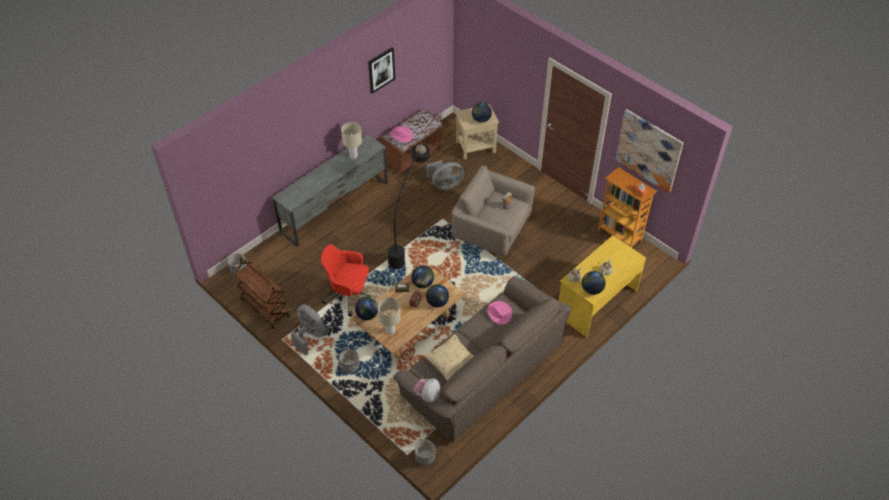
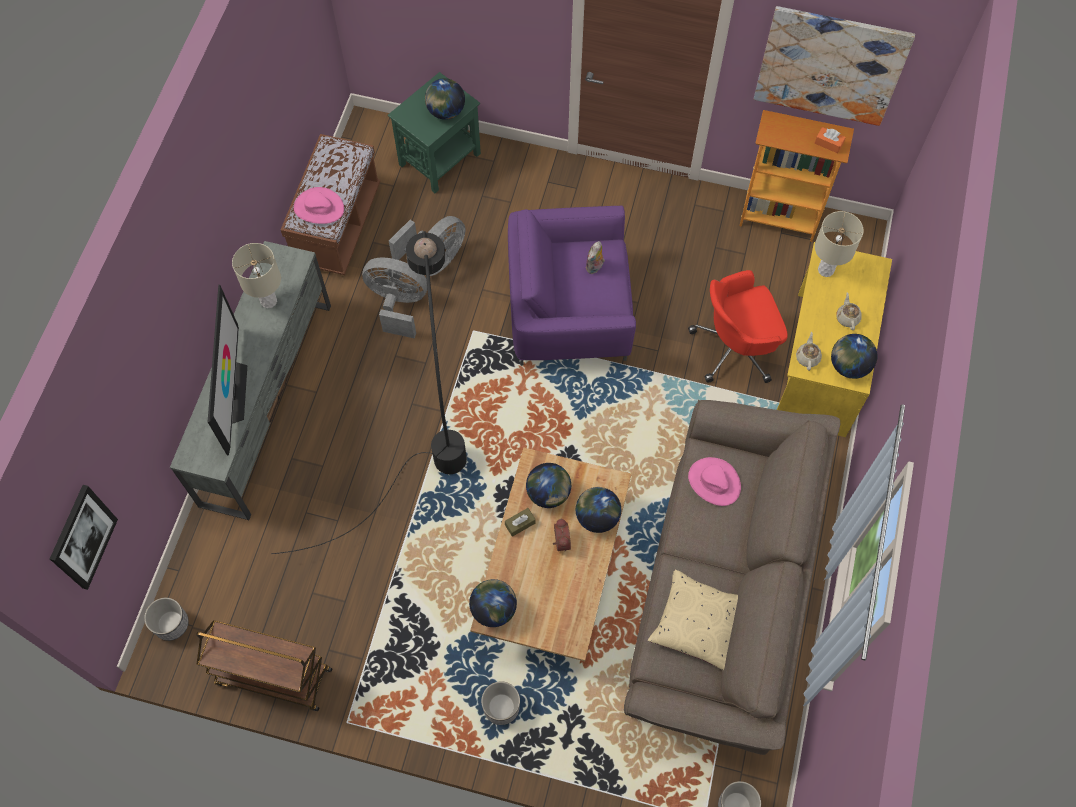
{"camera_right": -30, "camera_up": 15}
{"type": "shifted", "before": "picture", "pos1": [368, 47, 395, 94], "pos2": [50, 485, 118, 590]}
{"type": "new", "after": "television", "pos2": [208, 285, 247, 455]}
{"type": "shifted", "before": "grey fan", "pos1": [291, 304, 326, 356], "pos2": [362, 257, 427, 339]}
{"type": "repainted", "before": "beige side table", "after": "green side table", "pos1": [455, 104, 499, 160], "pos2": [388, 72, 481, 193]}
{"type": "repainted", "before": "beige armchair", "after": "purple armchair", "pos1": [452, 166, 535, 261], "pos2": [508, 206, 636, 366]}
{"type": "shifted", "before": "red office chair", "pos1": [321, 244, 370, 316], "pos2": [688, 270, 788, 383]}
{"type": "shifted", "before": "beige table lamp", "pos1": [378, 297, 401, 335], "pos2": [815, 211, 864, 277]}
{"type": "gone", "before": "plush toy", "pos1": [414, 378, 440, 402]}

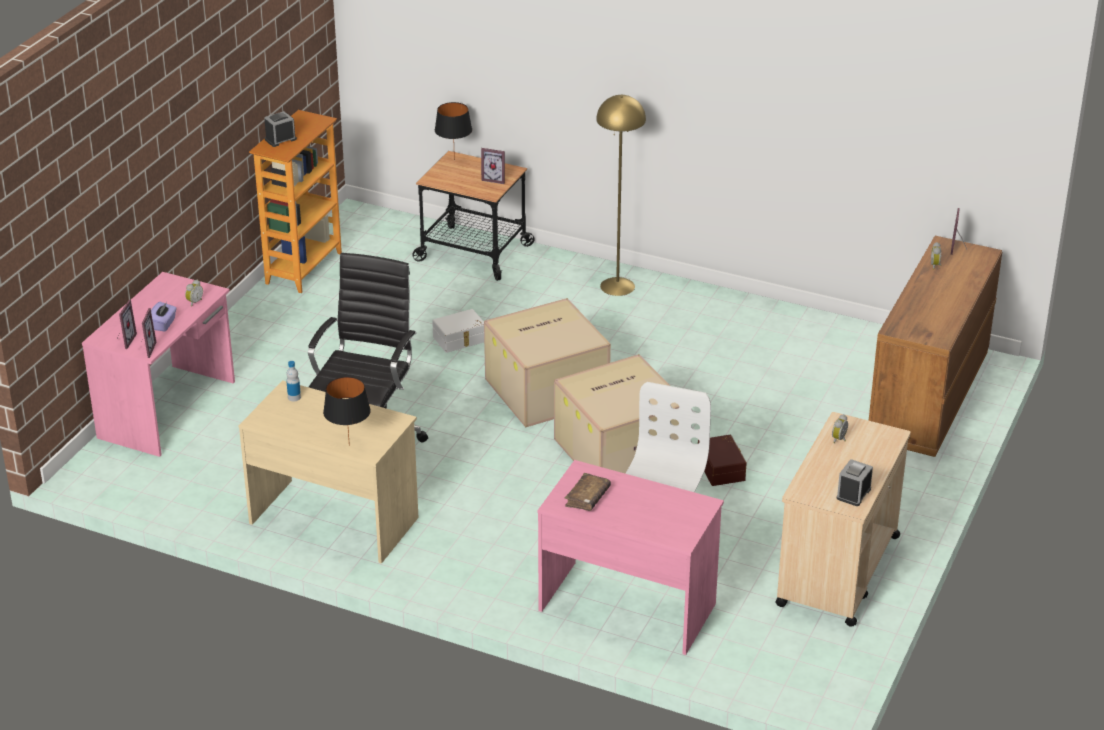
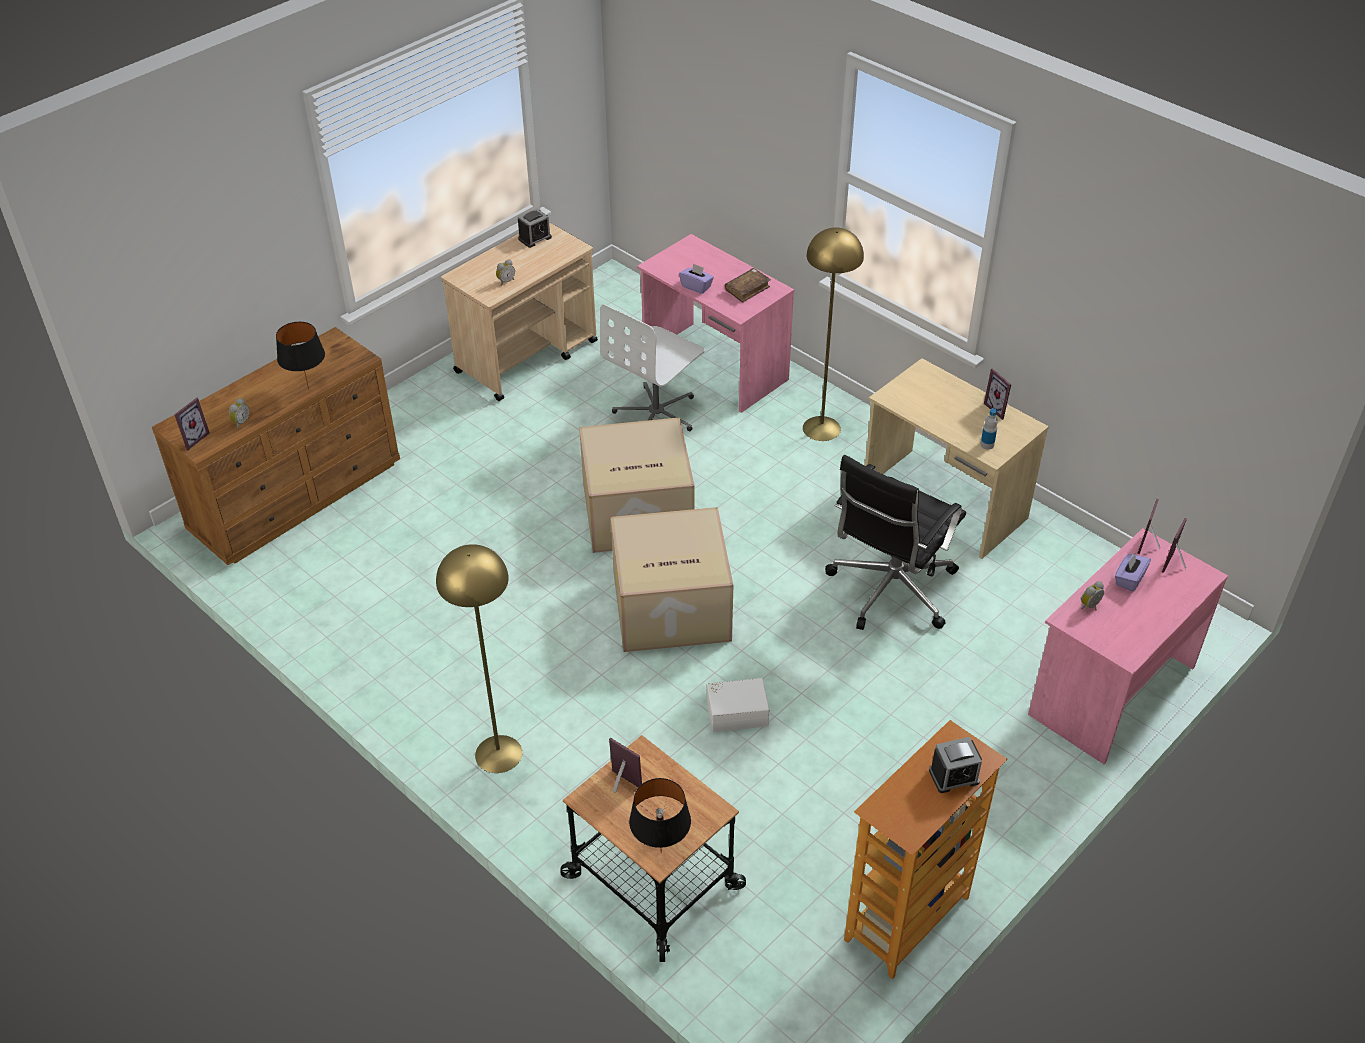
{"camera_right": -160, "camera_up": 10}
{"type": "shifted", "before": "black table lamp", "pos1": [323, 377, 371, 446], "pos2": [276, 322, 325, 389]}
{"type": "new", "after": "purple tissue box", "pos2": [679, 263, 714, 294]}
{"type": "new", "after": "yellow floor lamp", "pos2": [803, 227, 864, 441]}
{"type": "new", "after": "picture frame", "pos2": [984, 368, 1011, 420]}
{"type": "gone", "before": "brown storage box", "pos1": [698, 435, 747, 486]}

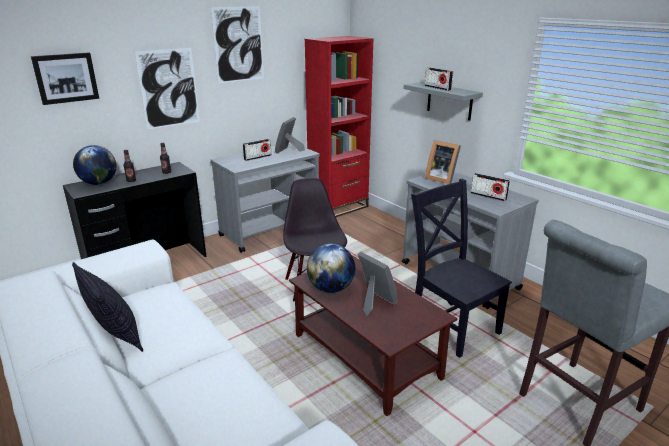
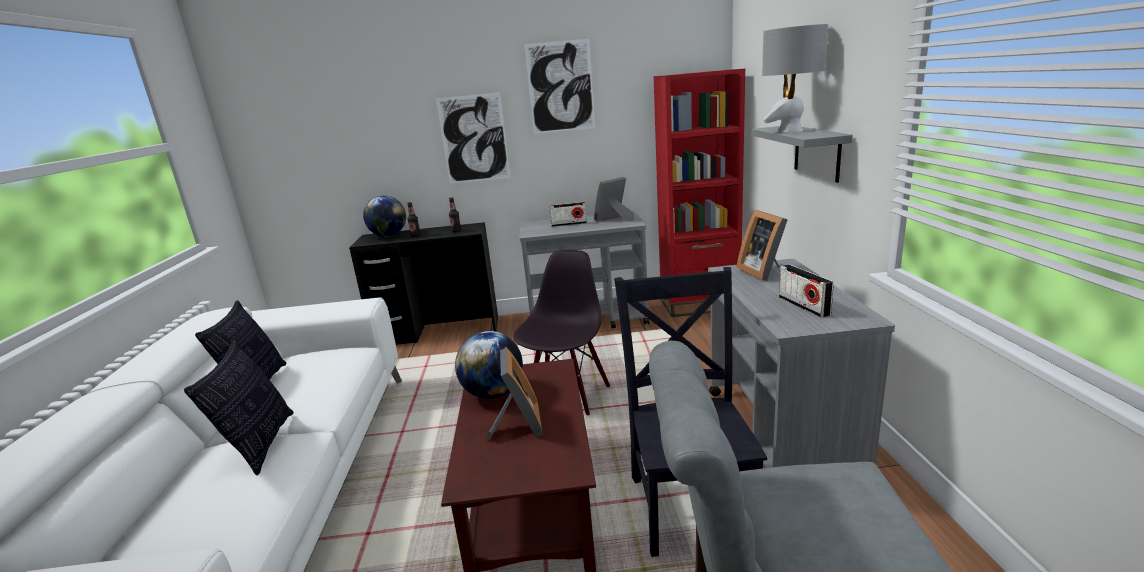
{"camera_right": 35, "camera_up": -5}
{"type": "new", "after": "pillow", "pos2": [184, 340, 294, 475]}
{"type": "swapped", "before": "radio", "after": "grey table lamp", "pos1": [425, 67, 453, 91], "pos2": [762, 24, 828, 132]}
{"type": "gone", "before": "picture", "pos1": [31, 53, 99, 105]}

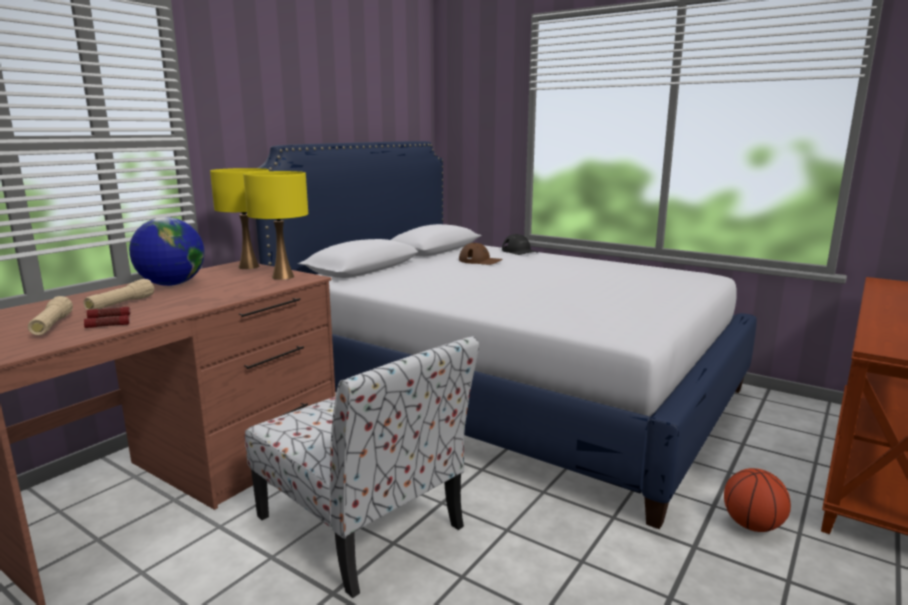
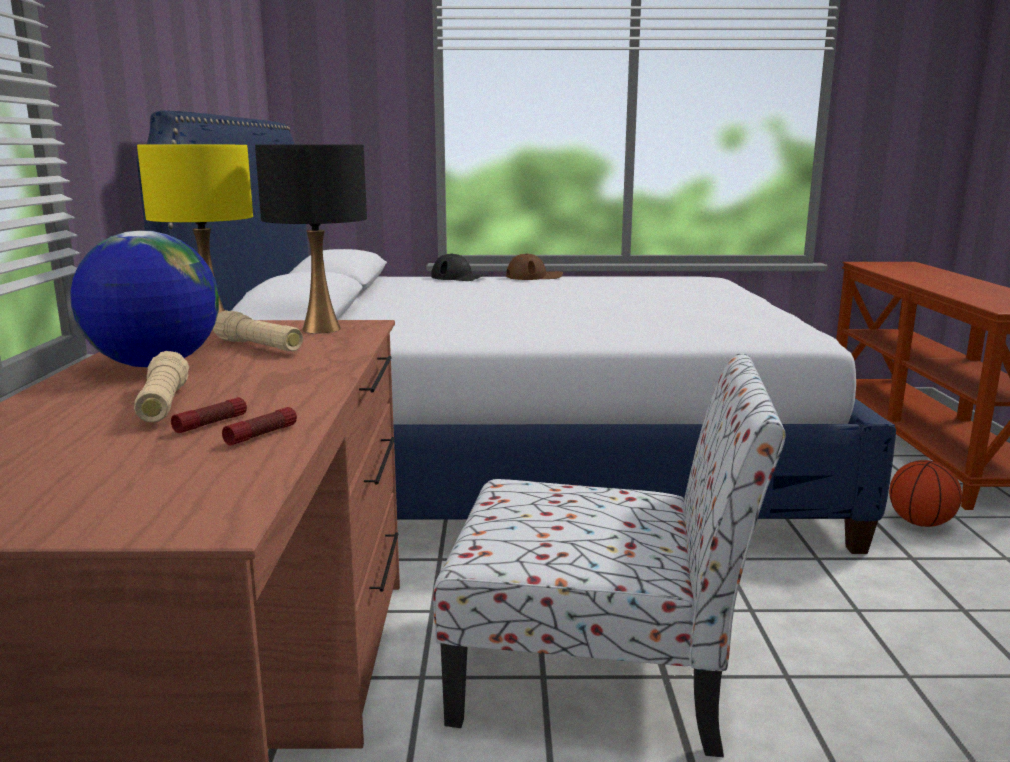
{"camera_right": -35, "camera_up": 0}
{"type": "shifted", "before": "beige flashlight", "pos1": [28, 296, 73, 335], "pos2": [213, 310, 303, 351]}
{"type": "repainted", "before": "yellow table lamp", "after": "black table lamp", "pos1": [243, 171, 308, 280], "pos2": [255, 144, 367, 333]}
{"type": "shifted", "before": "brown cap", "pos1": [459, 243, 502, 265], "pos2": [506, 253, 563, 280]}

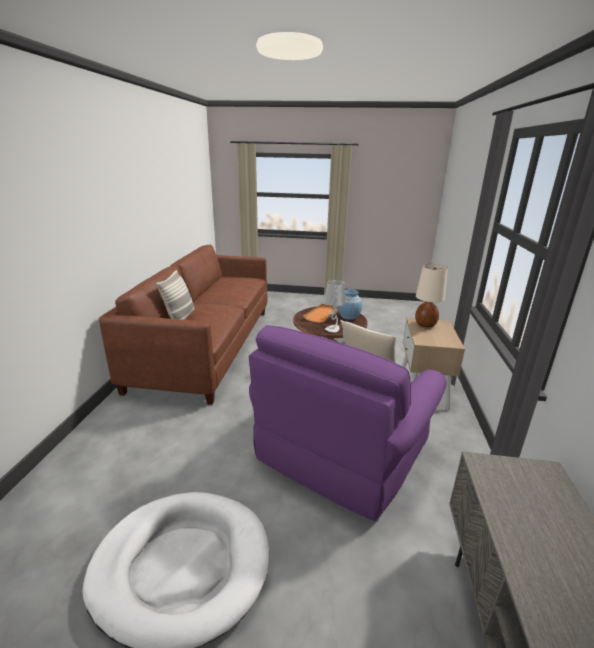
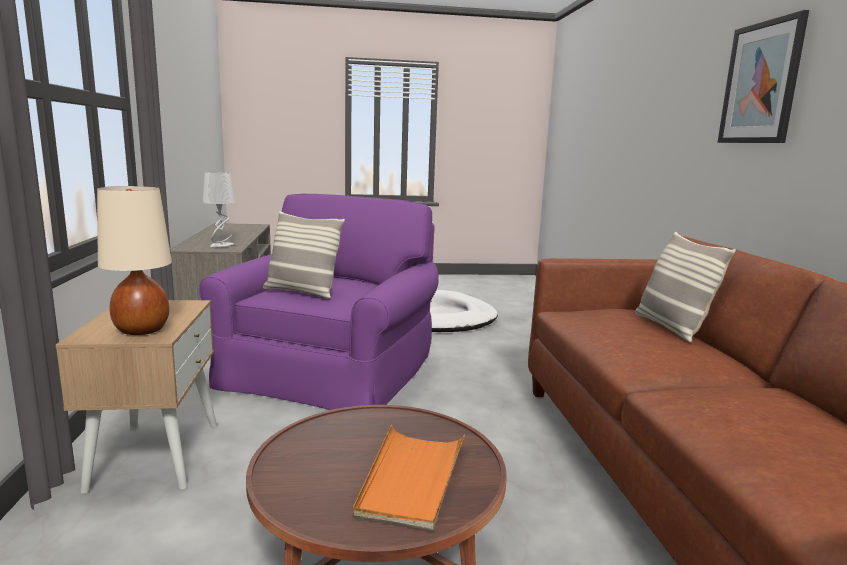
{"camera_right": 165, "camera_up": -10}
{"type": "shifted", "before": "grey table lamp", "pos1": [324, 280, 346, 333], "pos2": [203, 172, 235, 247]}
{"type": "new", "after": "picture", "pos2": [718, 10, 809, 143]}
{"type": "gone", "before": "blue vase", "pos1": [338, 289, 362, 320]}

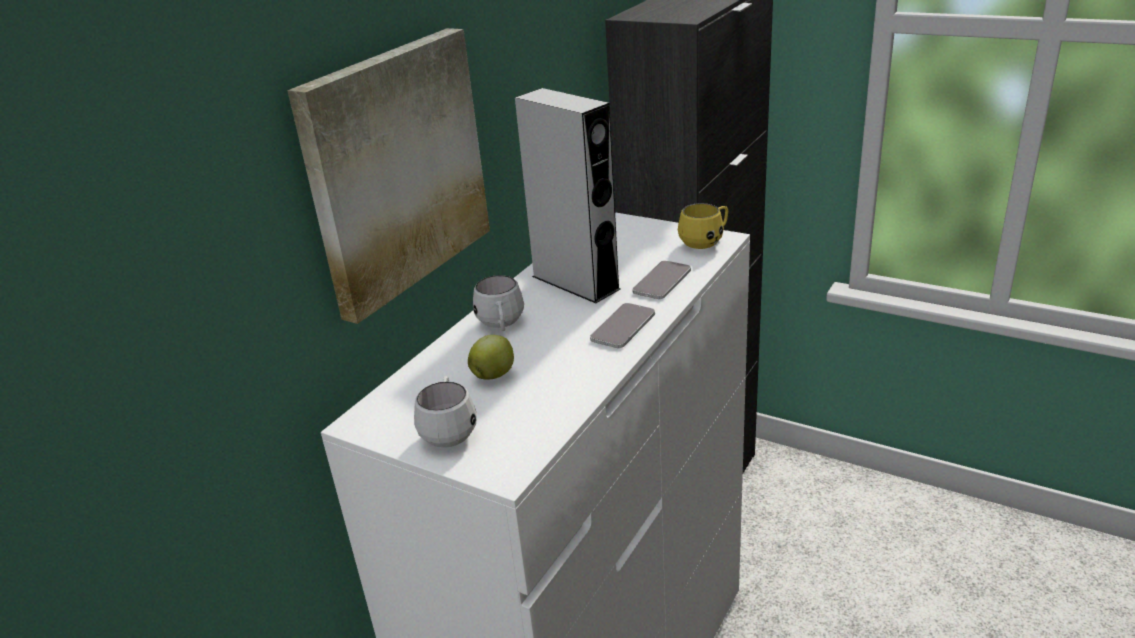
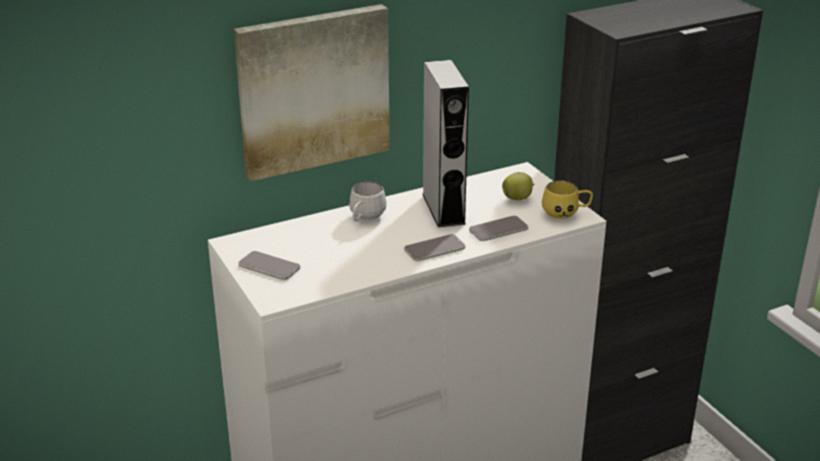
{"camera_right": 30, "camera_up": 0}
{"type": "swapped", "before": "white mug", "after": "phone", "pos1": [414, 376, 477, 448], "pos2": [238, 251, 300, 280]}
{"type": "shifted", "before": "apple", "pos1": [468, 335, 514, 380], "pos2": [502, 172, 535, 200]}

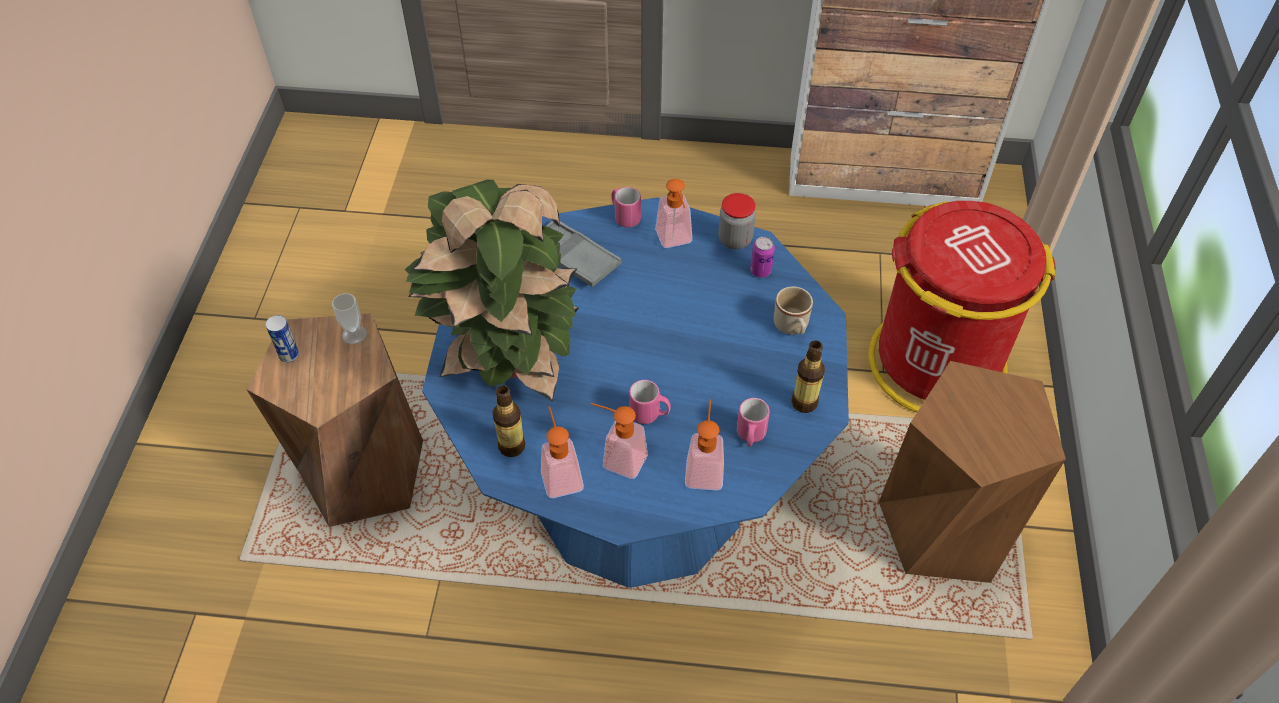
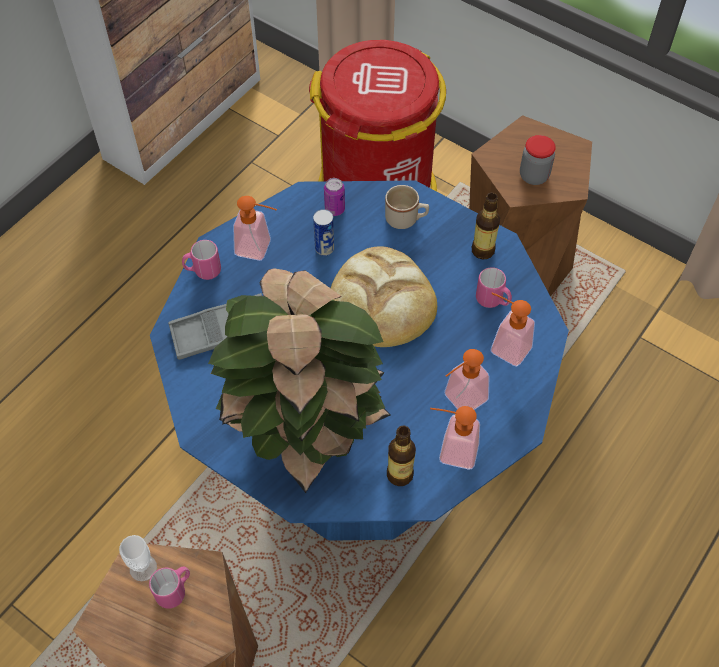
{"camera_right": -60, "camera_up": 5}
{"type": "shifted", "before": "pink mug", "pos1": [629, 380, 671, 424], "pos2": [149, 567, 190, 609]}
{"type": "shifted", "before": "can", "pos1": [266, 315, 299, 363], "pos2": [313, 209, 334, 256]}
{"type": "new", "after": "bread", "pos2": [331, 246, 437, 347]}
{"type": "shifted", "before": "jar", "pos1": [718, 193, 756, 249], "pos2": [520, 135, 556, 185]}

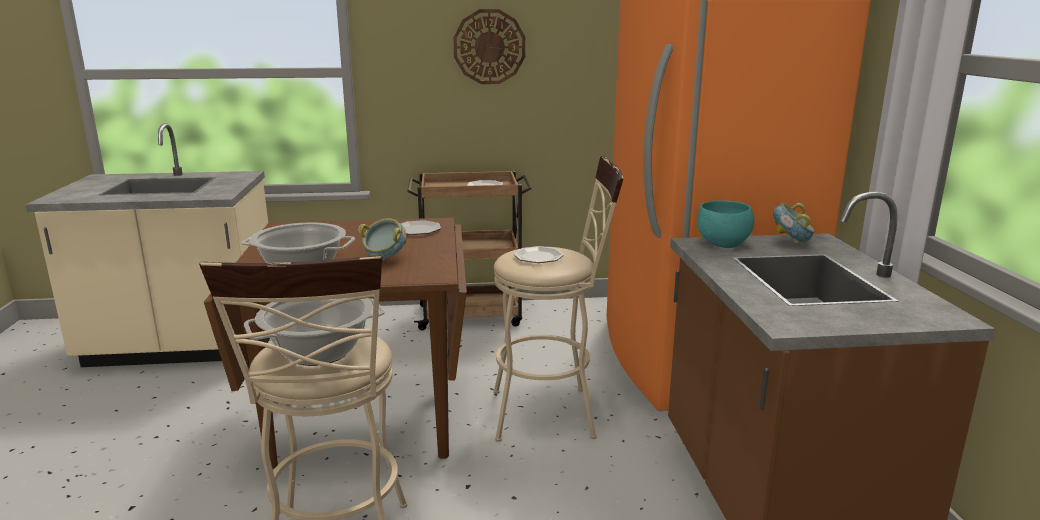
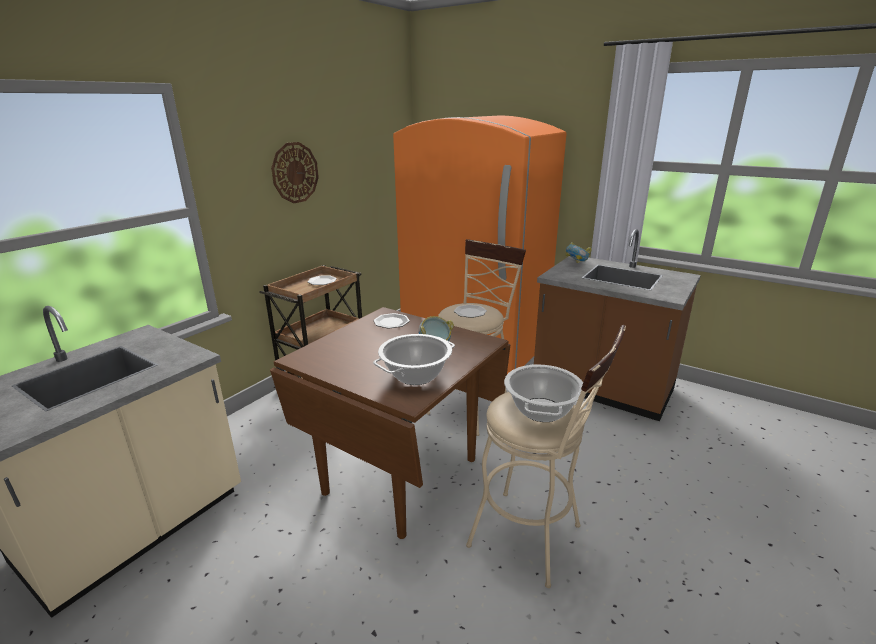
{"camera_right": -50, "camera_up": 5}
{"type": "gone", "before": "turquoise bowl", "pos1": [697, 200, 754, 248]}

